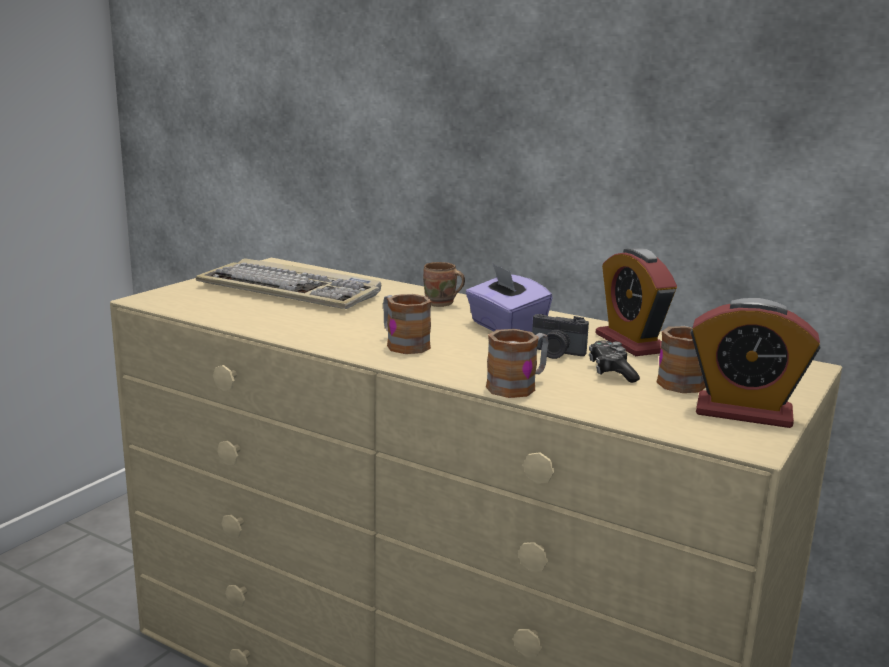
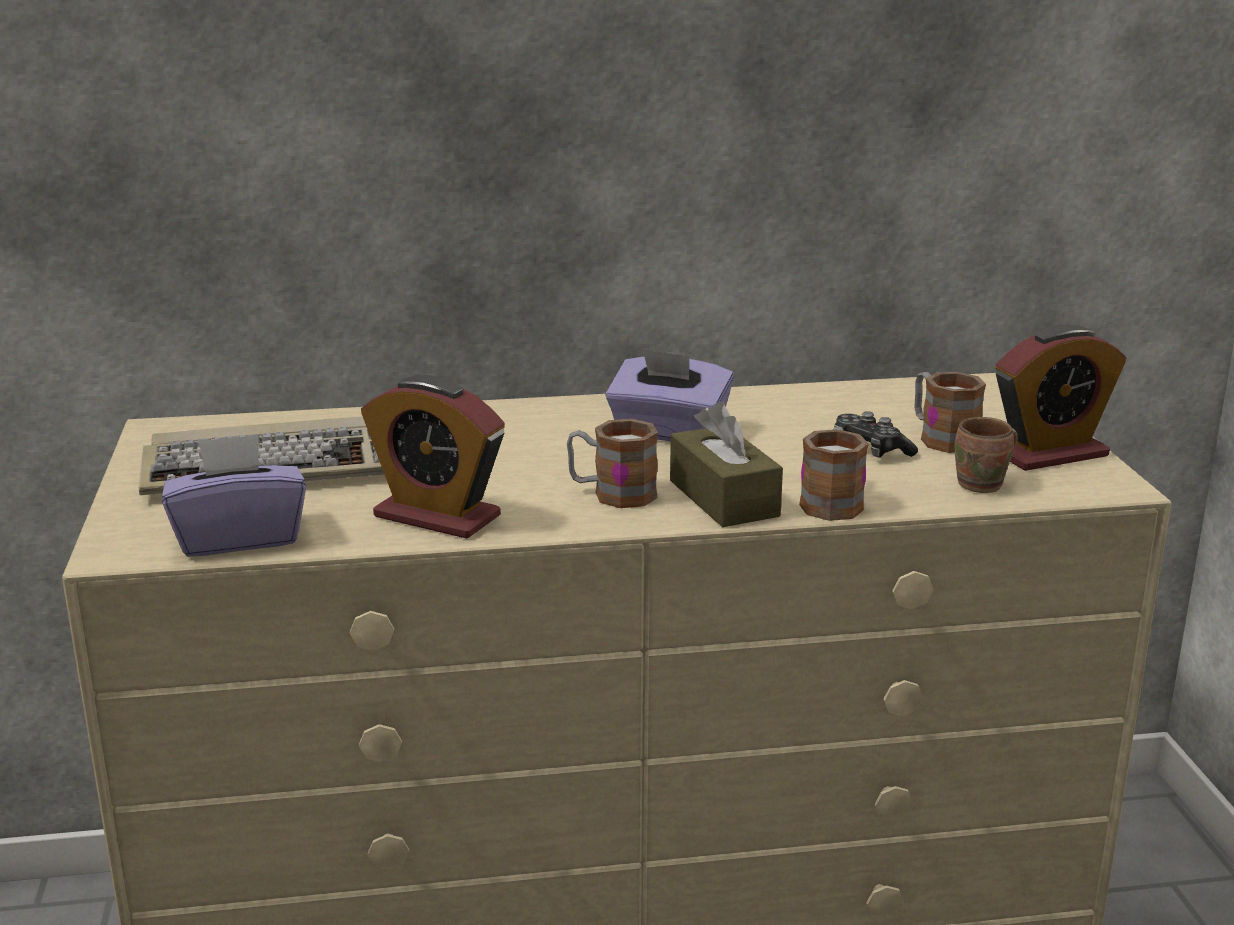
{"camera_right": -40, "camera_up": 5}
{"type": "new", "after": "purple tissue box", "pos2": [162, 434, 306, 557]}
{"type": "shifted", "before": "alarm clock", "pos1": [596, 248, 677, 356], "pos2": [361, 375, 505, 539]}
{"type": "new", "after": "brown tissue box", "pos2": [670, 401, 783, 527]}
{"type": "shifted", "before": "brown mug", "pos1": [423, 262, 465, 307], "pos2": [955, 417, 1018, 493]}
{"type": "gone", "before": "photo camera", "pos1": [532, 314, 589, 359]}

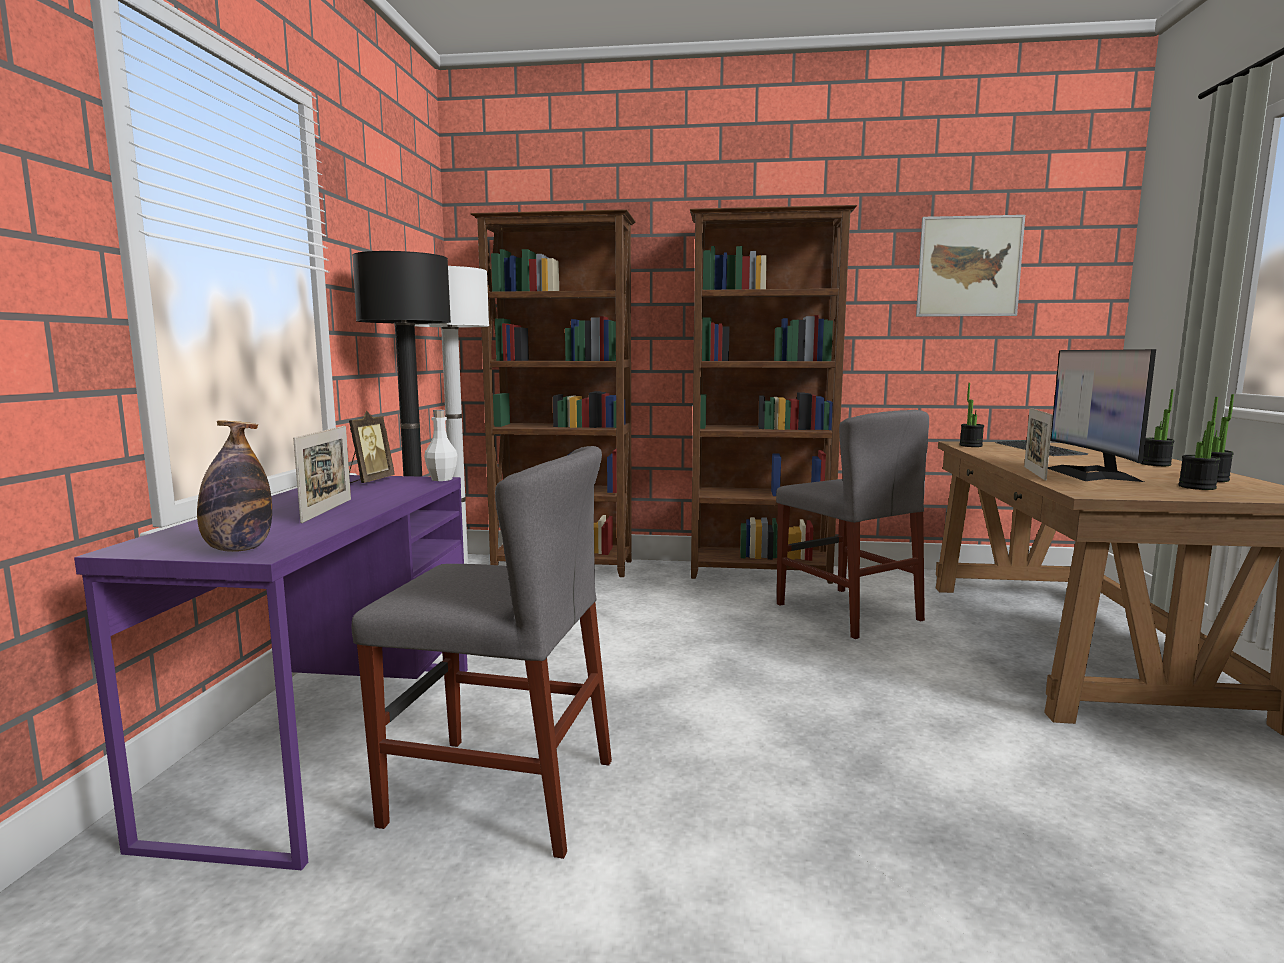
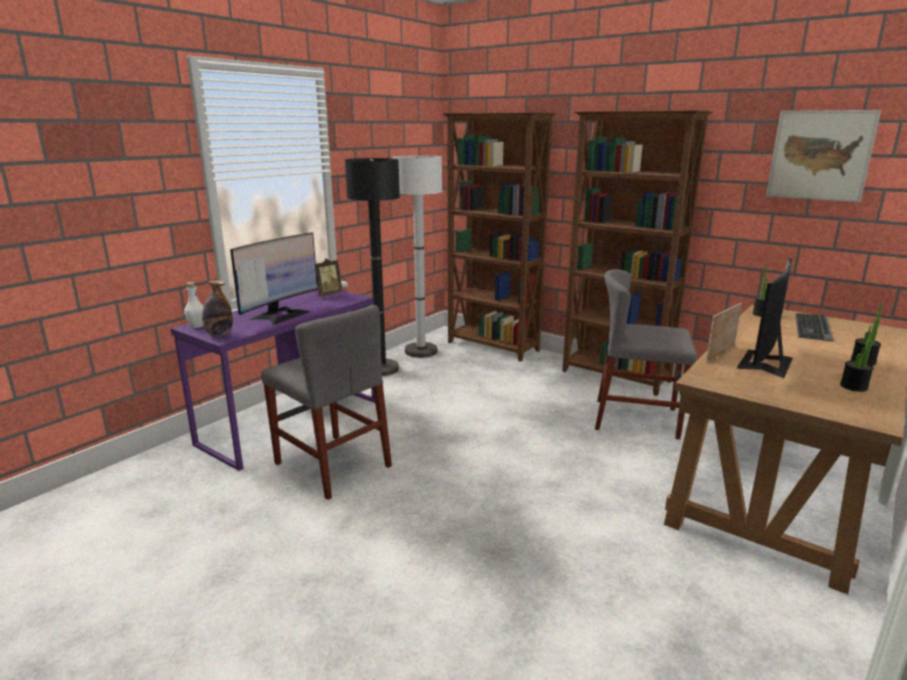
{"camera_right": 30, "camera_up": 10}
{"type": "shifted", "before": "white bottle", "pos1": [424, 410, 457, 481], "pos2": [184, 282, 204, 328]}
{"type": "swapped", "before": "picture frame", "after": "monitor", "pos1": [293, 426, 351, 523], "pos2": [230, 232, 318, 325]}
{"type": "rotated", "before": "grey chair", "pos1": [776, 410, 929, 639], "pos2": [595, 269, 697, 440], "turn": 105}
{"type": "gone", "before": "potted plant", "pos1": [1178, 397, 1221, 490]}

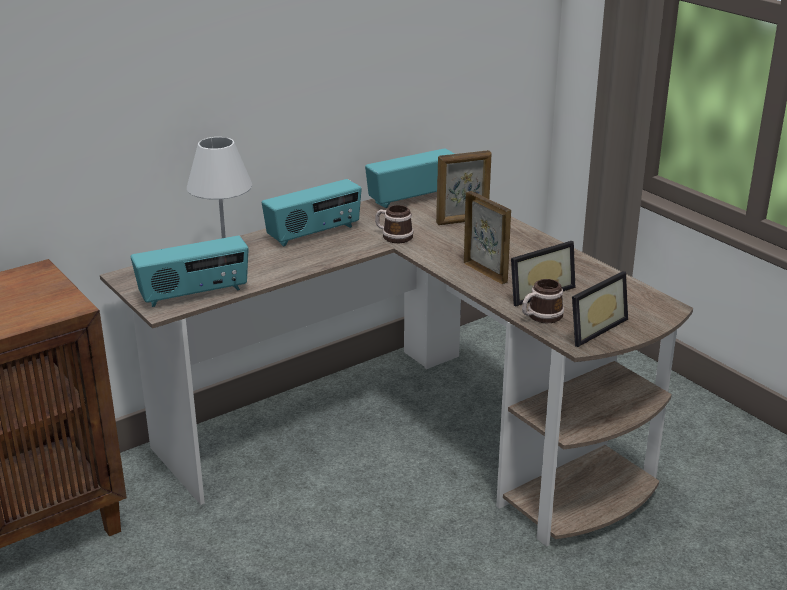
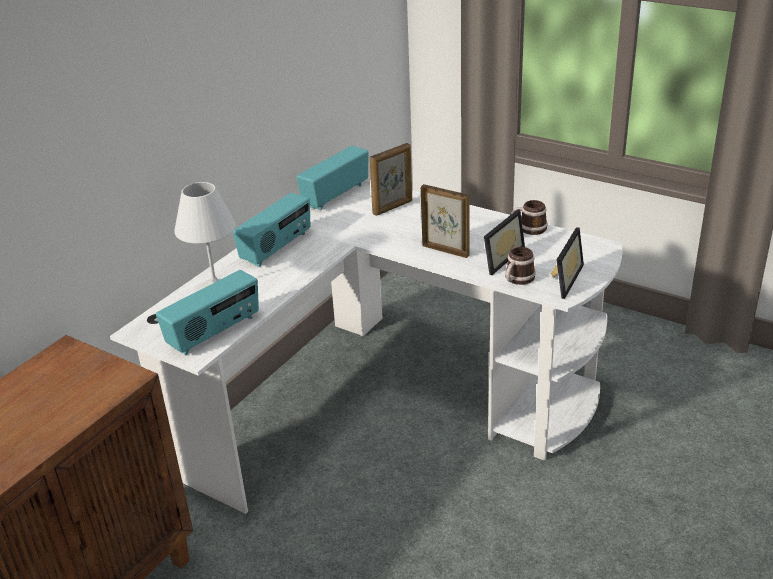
{"camera_right": -20, "camera_up": 5}
{"type": "repainted", "before": "brown desk", "after": "white desk", "pos1": [100, 192, 693, 546], "pos2": [110, 179, 622, 514]}
{"type": "shifted", "before": "mug", "pos1": [375, 205, 414, 243], "pos2": [511, 200, 548, 235]}

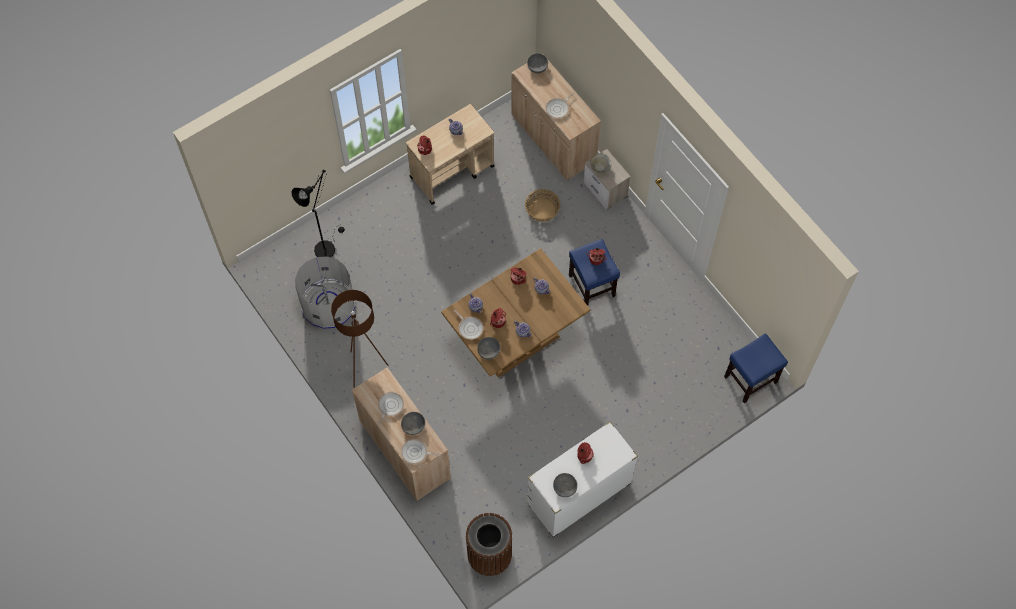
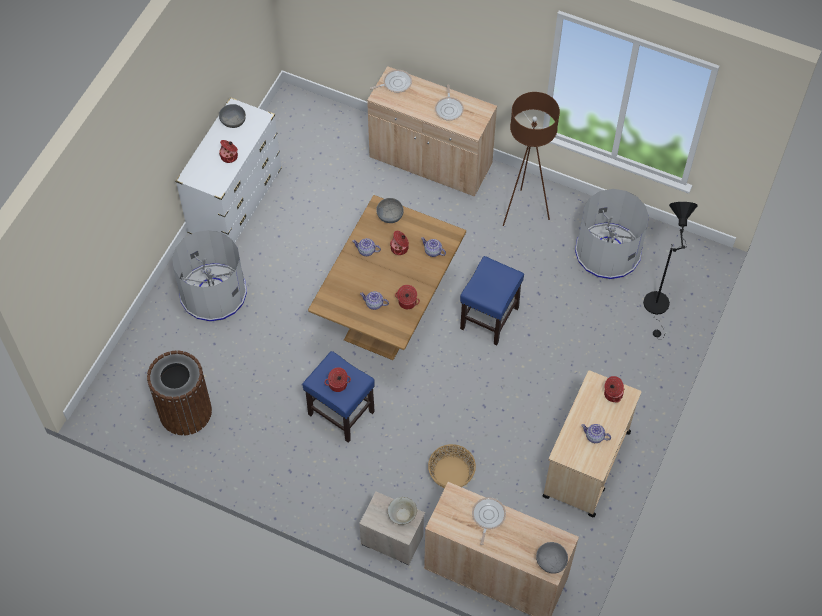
{"camera_right": 150, "camera_up": -5}
{"type": "shifted", "before": "brown trash can", "pos1": [466, 513, 512, 576], "pos2": [147, 351, 212, 435]}
{"type": "new", "after": "grey trash can", "pos2": [172, 230, 247, 322]}
{"type": "shifted", "before": "blue stool", "pos1": [724, 333, 788, 403], "pos2": [460, 256, 524, 345]}
{"type": "gone", "before": "grey bowl", "pos1": [401, 412, 425, 435]}
{"type": "gone", "before": "frying pan", "pos1": [454, 310, 484, 340]}

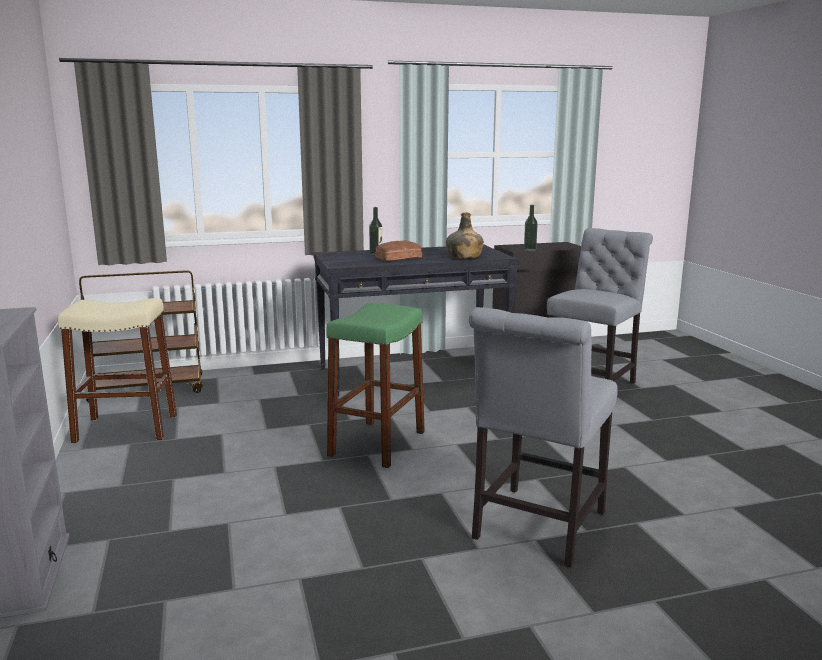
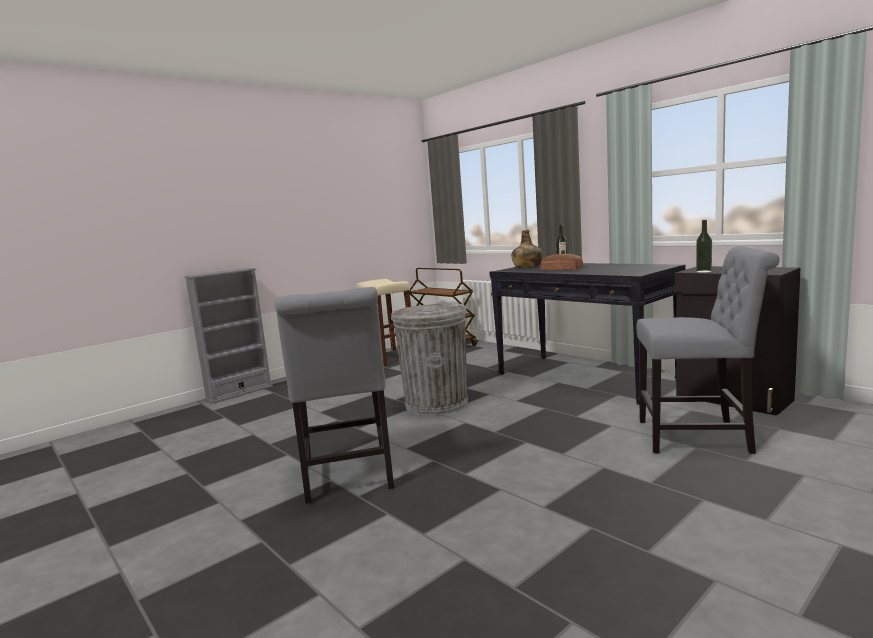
{"camera_right": 65, "camera_up": -5}
{"type": "rotated", "before": "grey chair", "pos1": [469, 307, 618, 567], "pos2": [274, 287, 394, 504], "turn": -105}
{"type": "swapped", "before": "green stool", "after": "grey trash can", "pos1": [326, 303, 425, 468], "pos2": [391, 303, 468, 415]}
{"type": "shifted", "before": "green bottle", "pos1": [446, 212, 484, 259], "pos2": [511, 230, 543, 268]}

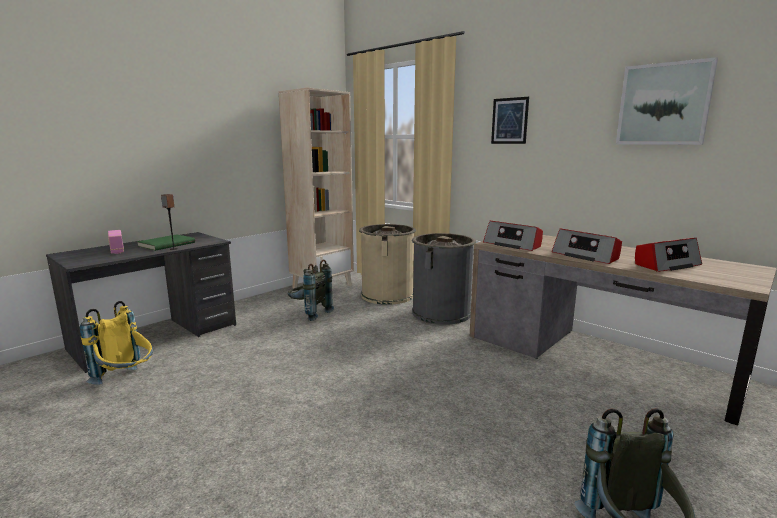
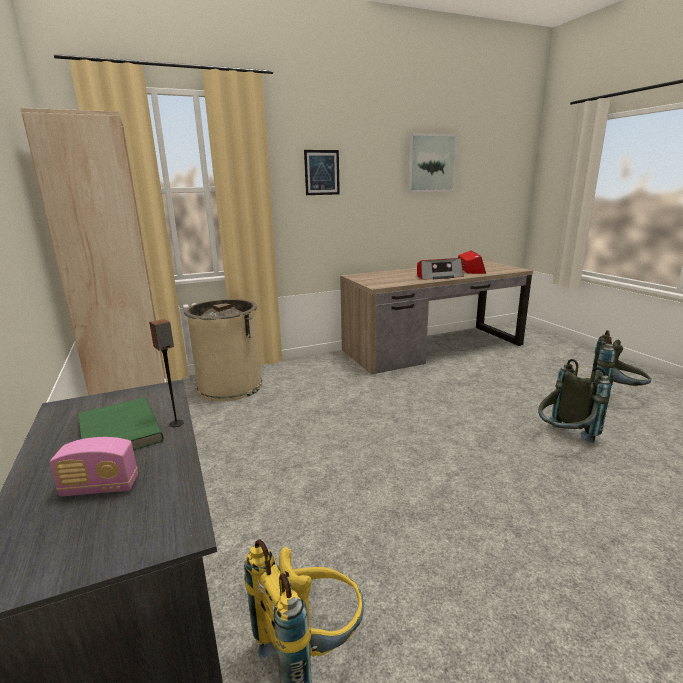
{"camera_right": -65, "camera_up": 5}
{"type": "shifted", "before": "grey backpack", "pos1": [288, 260, 334, 321], "pos2": [538, 359, 611, 443]}
{"type": "gone", "before": "grey trash can", "pos1": [412, 233, 476, 325]}
{"type": "gone", "before": "radio", "pos1": [483, 221, 543, 251]}

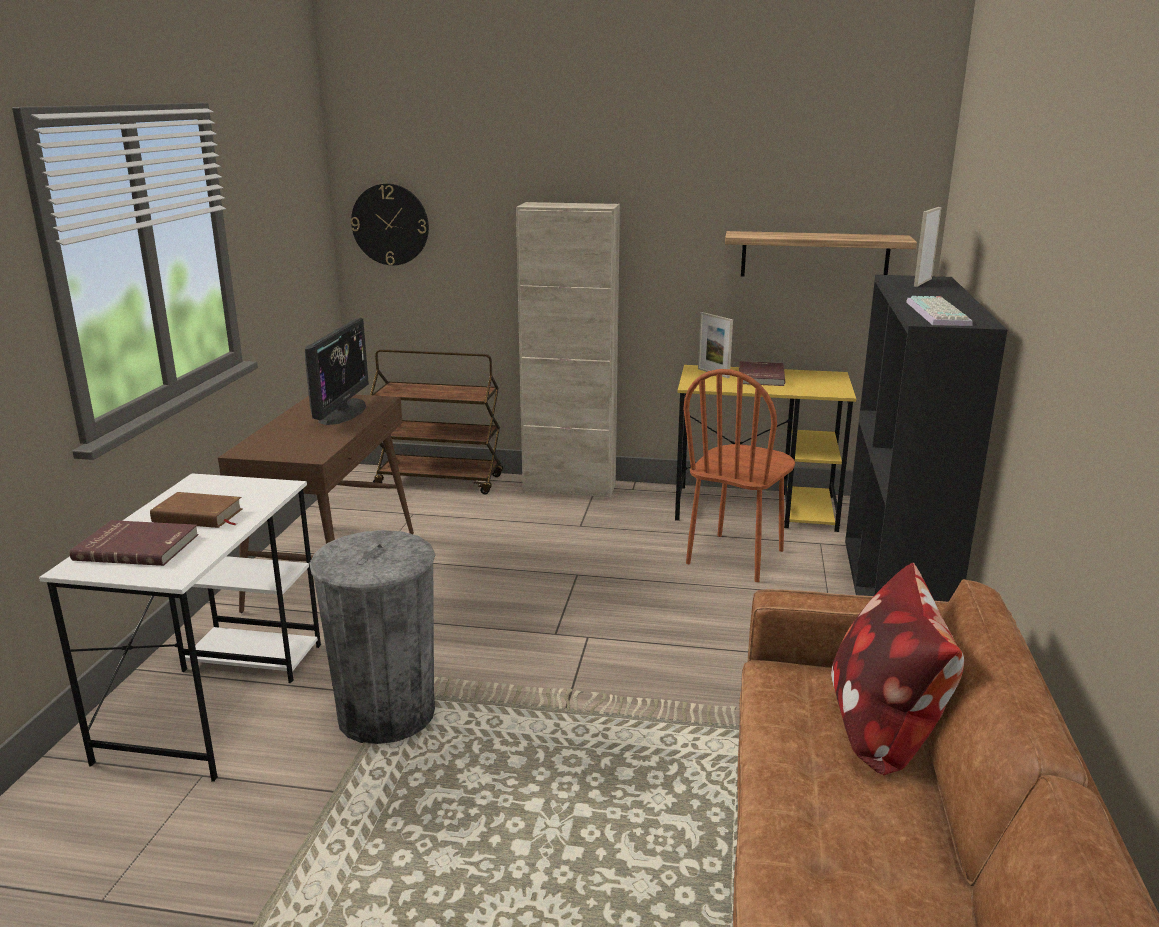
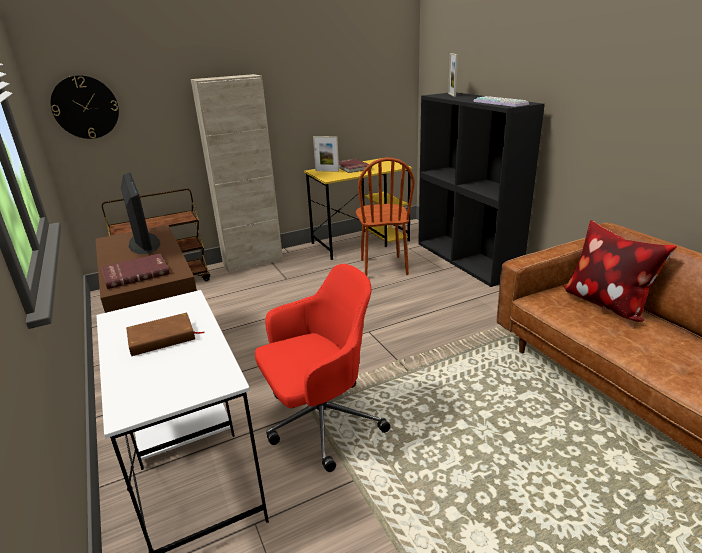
{"camera_right": -35, "camera_up": 5}
{"type": "shifted", "before": "red book", "pos1": [70, 520, 199, 566], "pos2": [101, 254, 170, 289]}
{"type": "swapped", "before": "grey trash can", "after": "red office chair", "pos1": [309, 530, 435, 744], "pos2": [255, 264, 391, 472]}
{"type": "gone", "before": "shelf", "pos1": [725, 231, 917, 277]}

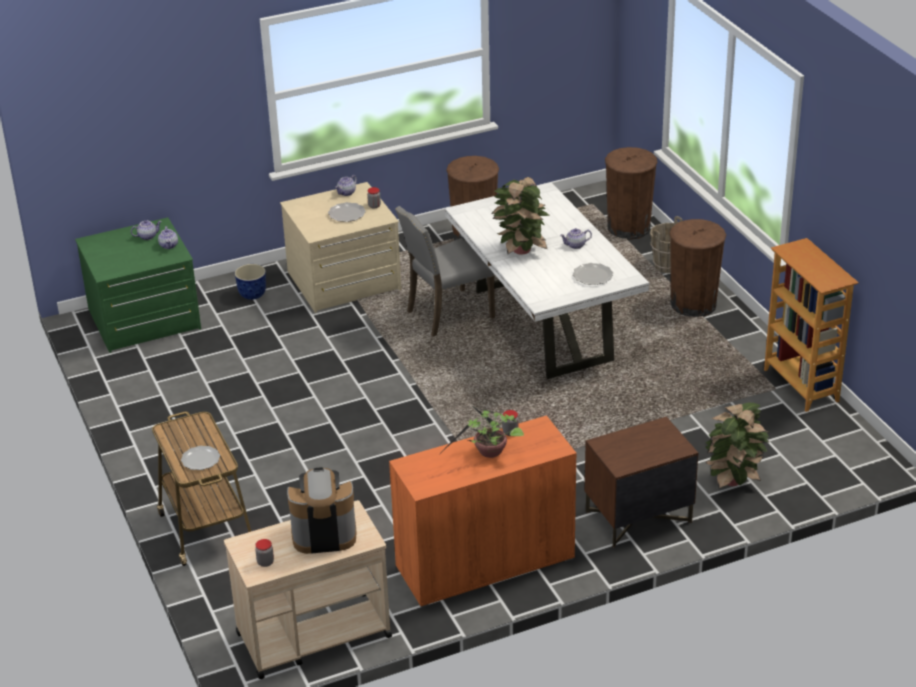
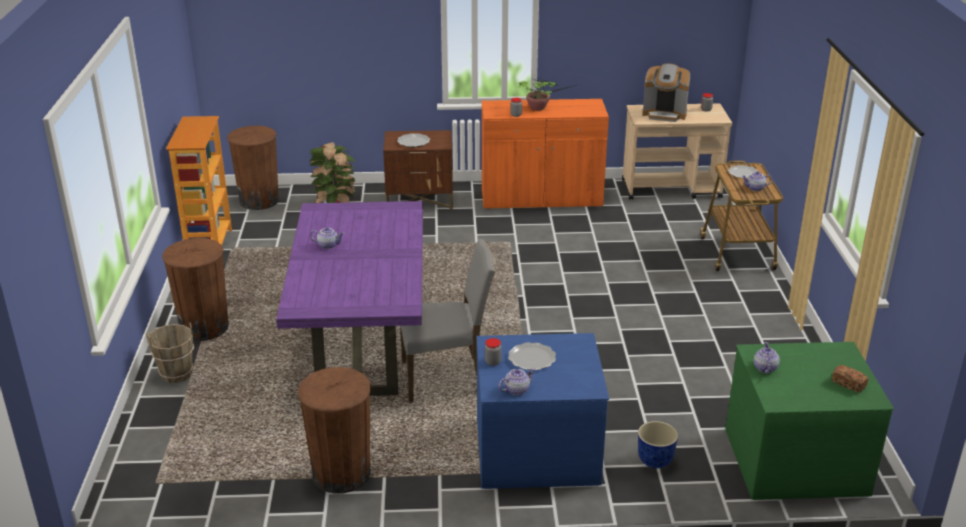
{"camera_right": -160, "camera_up": -5}
{"type": "shifted", "before": "brown trash can", "pos1": [605, 147, 657, 240], "pos2": [227, 126, 279, 210]}
{"type": "repainted", "before": "white dining table", "after": "purple dining table", "pos1": [445, 182, 649, 379], "pos2": [276, 201, 423, 396]}
{"type": "shifted", "before": "plate", "pos1": [573, 263, 613, 285], "pos2": [397, 133, 430, 147]}
{"type": "repainted", "before": "beige dresser", "after": "blue dresser", "pos1": [280, 182, 401, 313], "pos2": [476, 333, 609, 489]}
{"type": "shifted", "before": "teapot", "pos1": [131, 220, 162, 240], "pos2": [742, 171, 773, 191]}
{"type": "new", "after": "bread", "pos2": [832, 365, 868, 393]}
{"type": "gone", "before": "potted plant", "pos1": [492, 177, 550, 254]}

